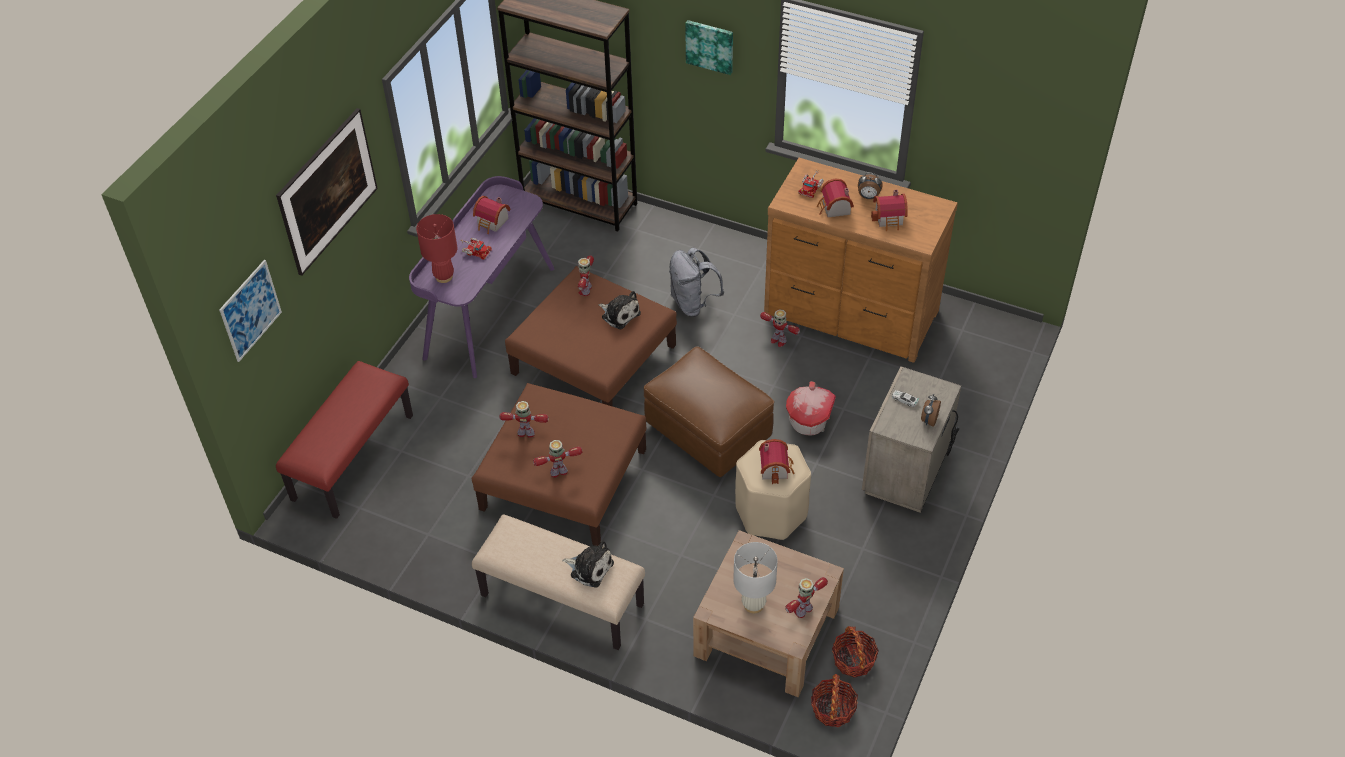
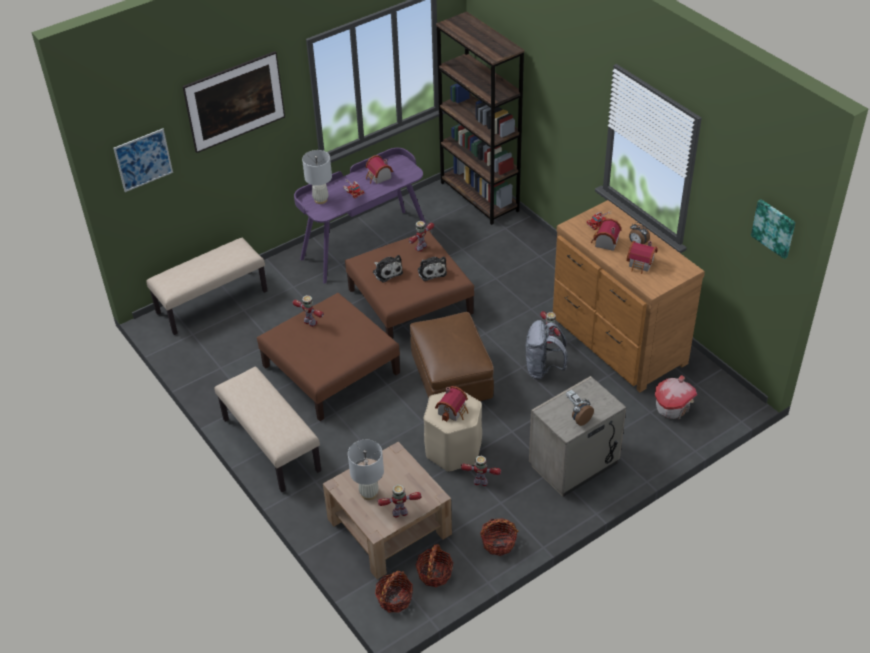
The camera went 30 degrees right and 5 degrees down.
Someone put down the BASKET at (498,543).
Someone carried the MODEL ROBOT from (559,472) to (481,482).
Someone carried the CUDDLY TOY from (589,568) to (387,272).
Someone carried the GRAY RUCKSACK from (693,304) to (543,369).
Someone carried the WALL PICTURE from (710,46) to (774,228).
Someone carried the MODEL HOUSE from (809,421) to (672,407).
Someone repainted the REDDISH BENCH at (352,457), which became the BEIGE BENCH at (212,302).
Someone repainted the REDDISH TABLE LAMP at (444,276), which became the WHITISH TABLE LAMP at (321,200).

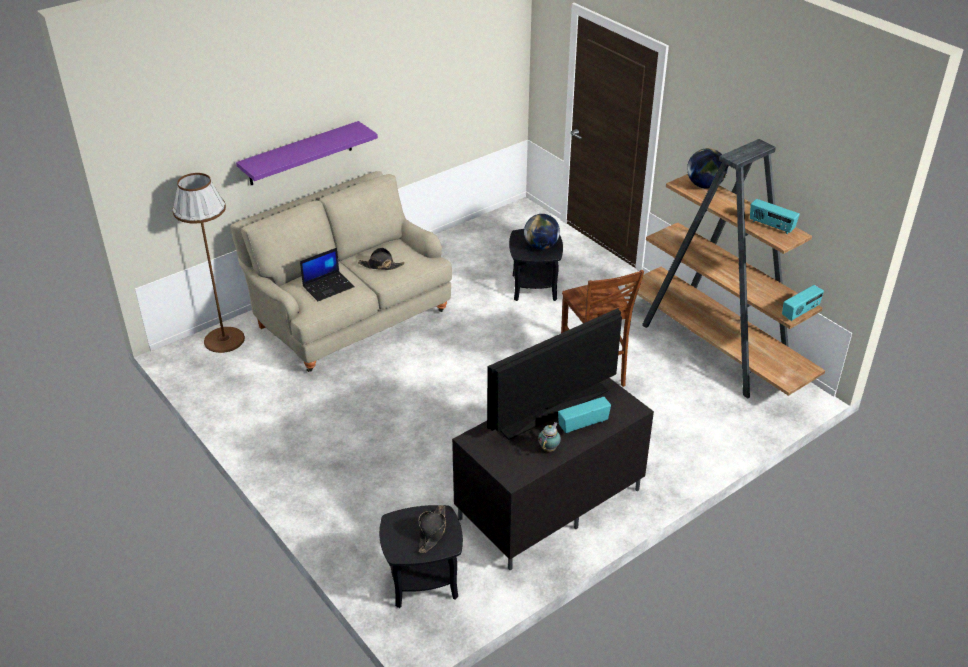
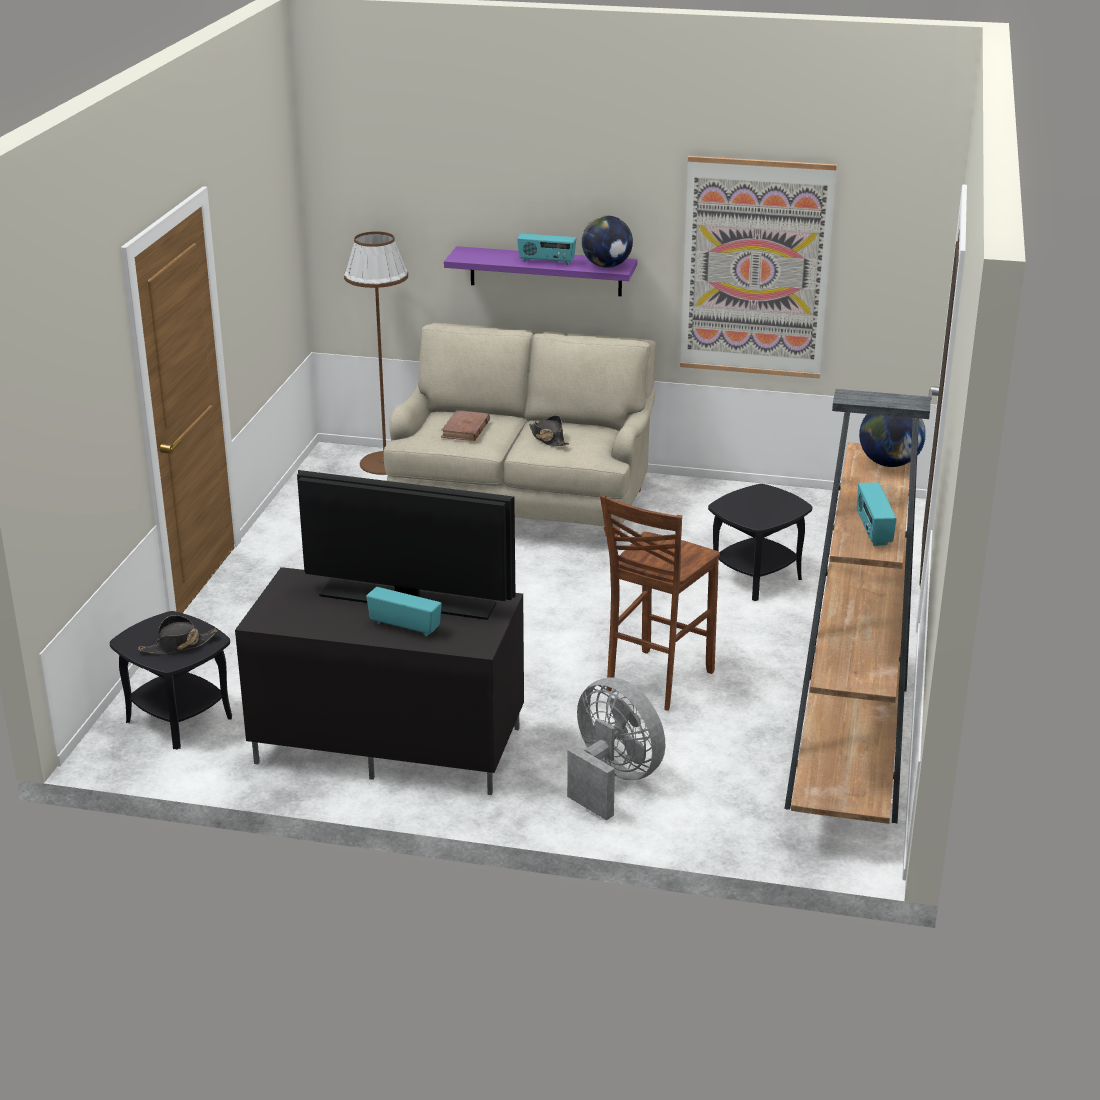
The camera went 50 degrees right and 10 degrees down.
Someone took away the TEA POT at (549,448).
Someone put down the GRAY FAN at (612,780).
Someone put up the WALL PICTURE at (755,268).
Someone carried the WORLD GLOBE from (541,246) to (607,266).
Someone carried the RADIO RECEIVER from (800,312) to (546,262).
Someone swapped the LAPTOP at (328,286) for the BROWN BOUND BOOK at (465,429).

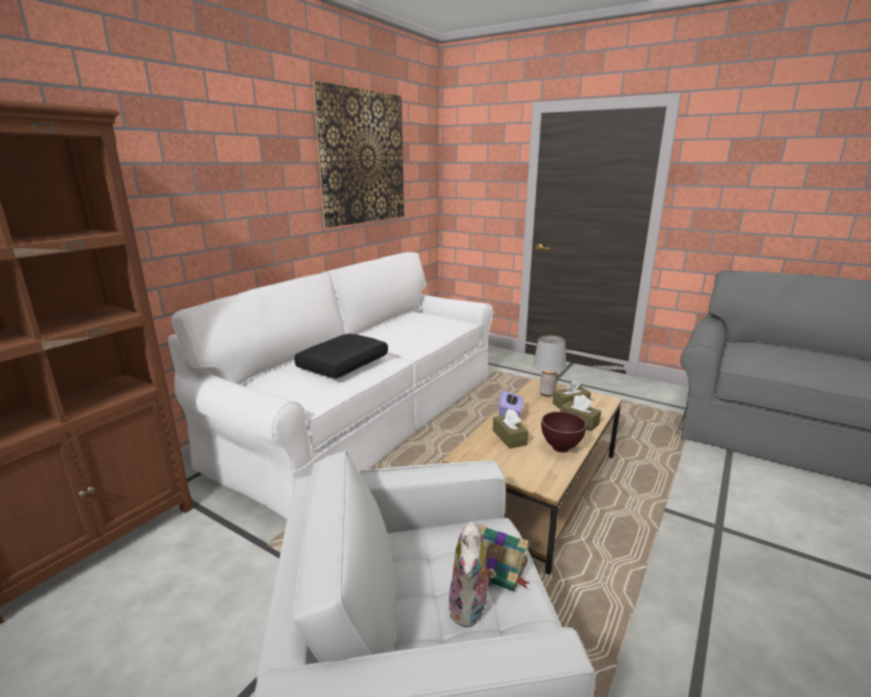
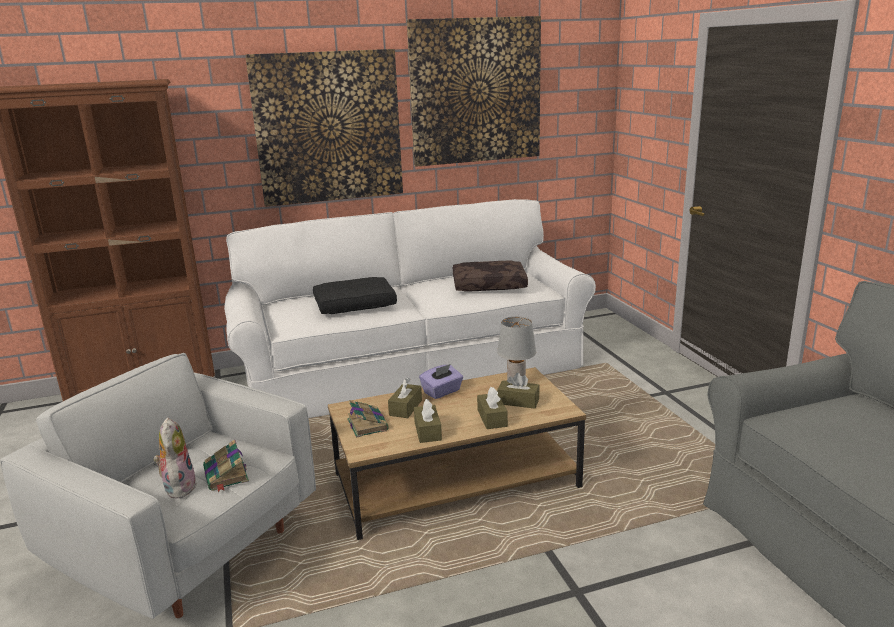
The camera went 40 degrees right and 0 degrees up.
Someone put up the WALL PICTURE at (328,127).
Someone put down the BOUND BOOK at (367,424).
Someone put down the BROWN THROW PILLOW at (489,285).
Someone swapped the BROWN BOWL at (559,449) for the BROWN TISSUE HOLDER at (427,431).
Someone rotated the CUDDLY TOY at (470,609) by 120 degrees clockwise.

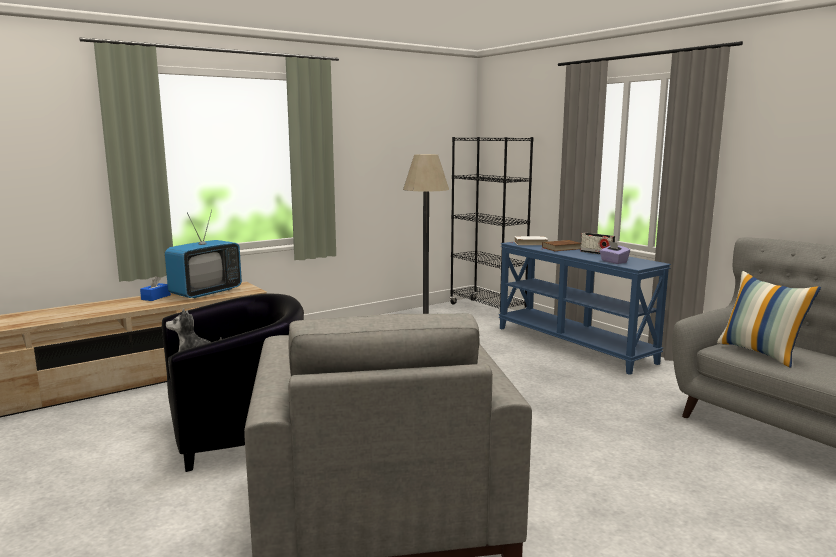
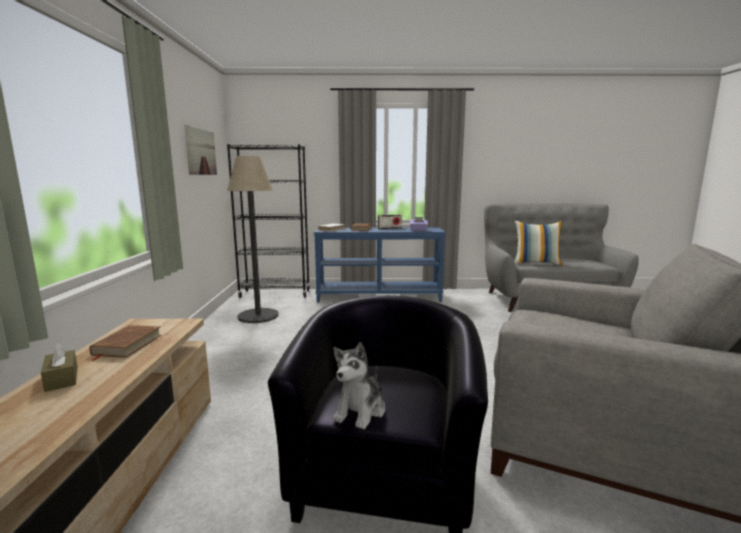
The camera went 55 degrees left and 0 degrees up.
Someone put up the WALL PICTURE at (201,152).
Someone swapped the TELEVISION at (206,293) for the BROWN BOUND BOOK at (127,345).
Someone repainted the BLUISH TISSUE HOLDER at (156,297), which became the BROWN TISSUE HOLDER at (62,378).

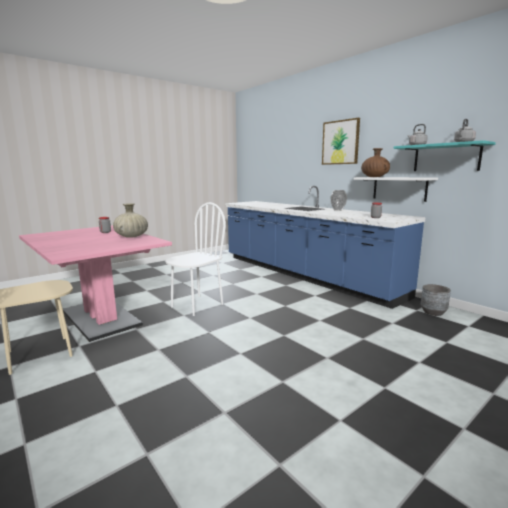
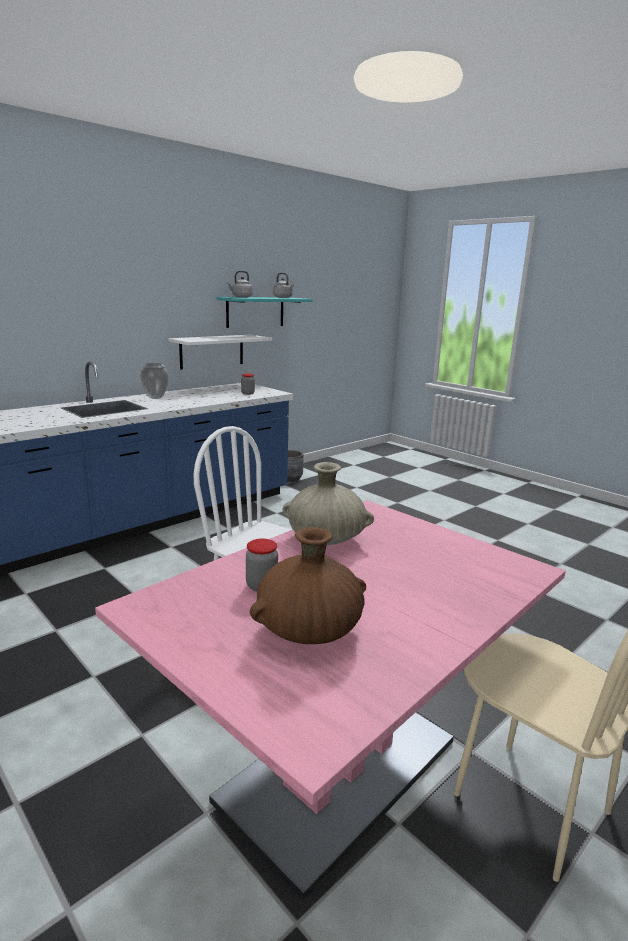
The camera went 95 degrees left and 5 degrees up.
Someone took away the WALL PICTURE at (340,142).
Someone carried the BROWN VASE from (374,177) to (308,630).

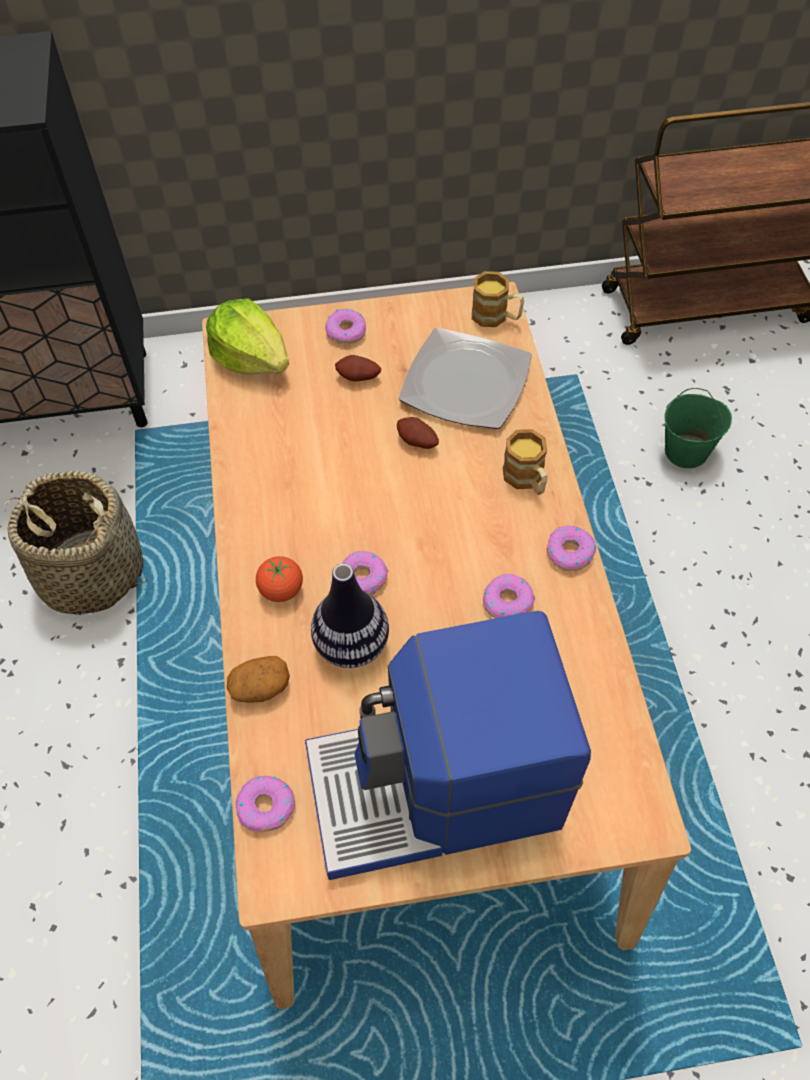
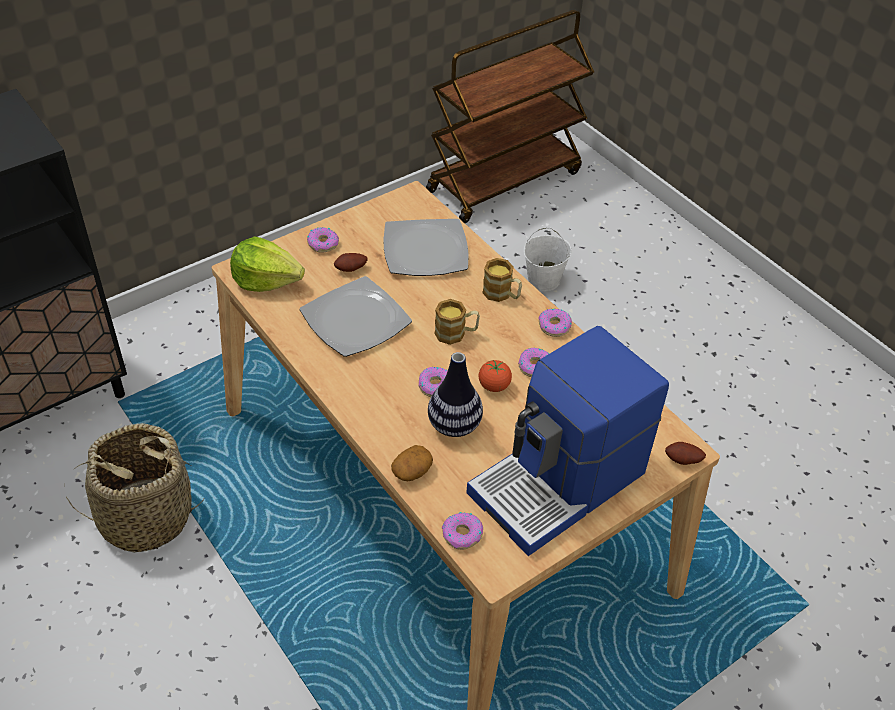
The camera went 30 degrees left and 10 degrees down.
Someone put down the PLATE at (356,319).
Someone carried the WHOLE TOMATO from (281,589) to (494,386).
Someone carried the SPUD from (416,442) to (683,461).
Someone carried the TEA MUG from (496,317) to (456,333).
Someone repainted the GREEN BUCKET at (686,451), which became the WHITISH BUCKET at (544,280).

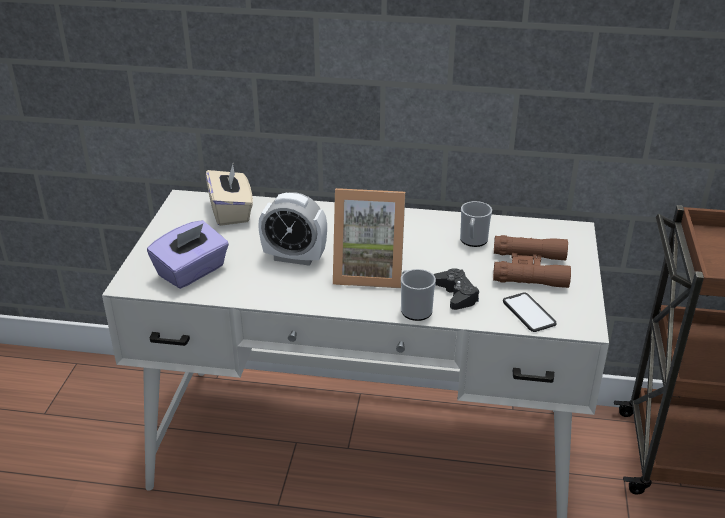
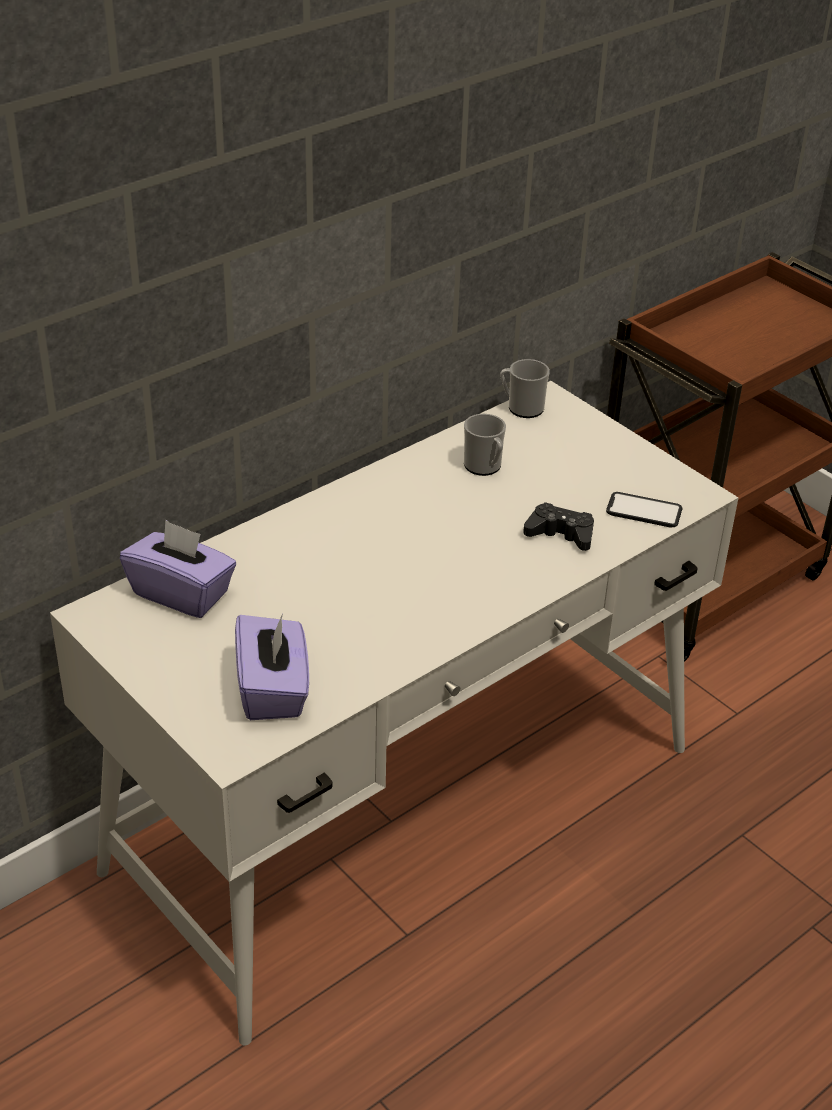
The camera went 50 degrees left and 5 degrees up.
Someone took away the TABLE CLOCK at (294,257).
Someone took away the STANDING FRAME at (368,271).
Someone took away the BROWN BINOCULARS at (529,269).
Someone carried the TEA MUG from (414,309) to (521,408).
Someone repainted the BEIGE TISSUE HOLDER at (231,212), which became the PURPLE-COLOURED TISSUE HOLDER at (182,593).

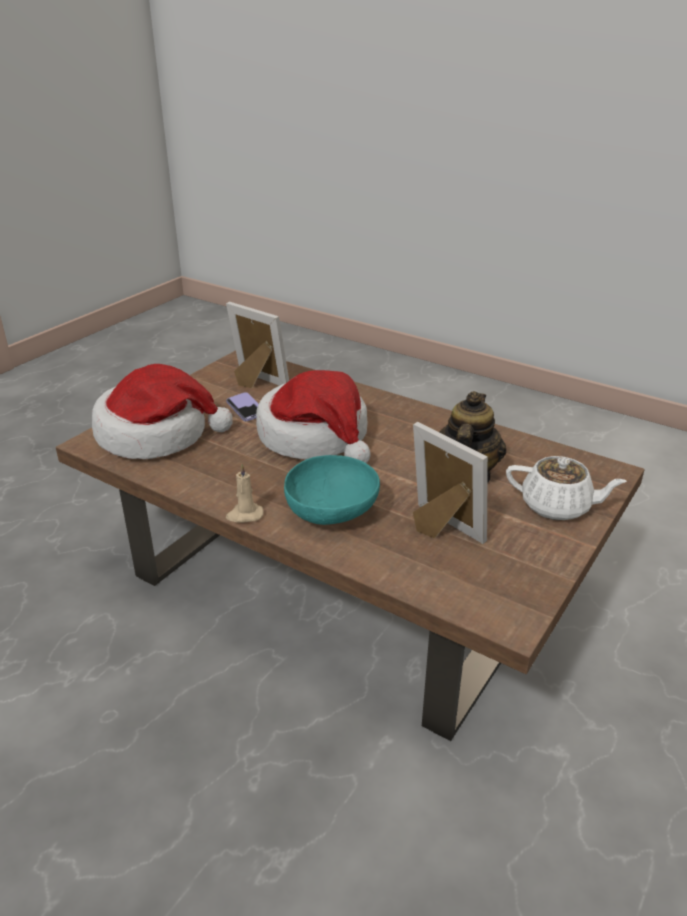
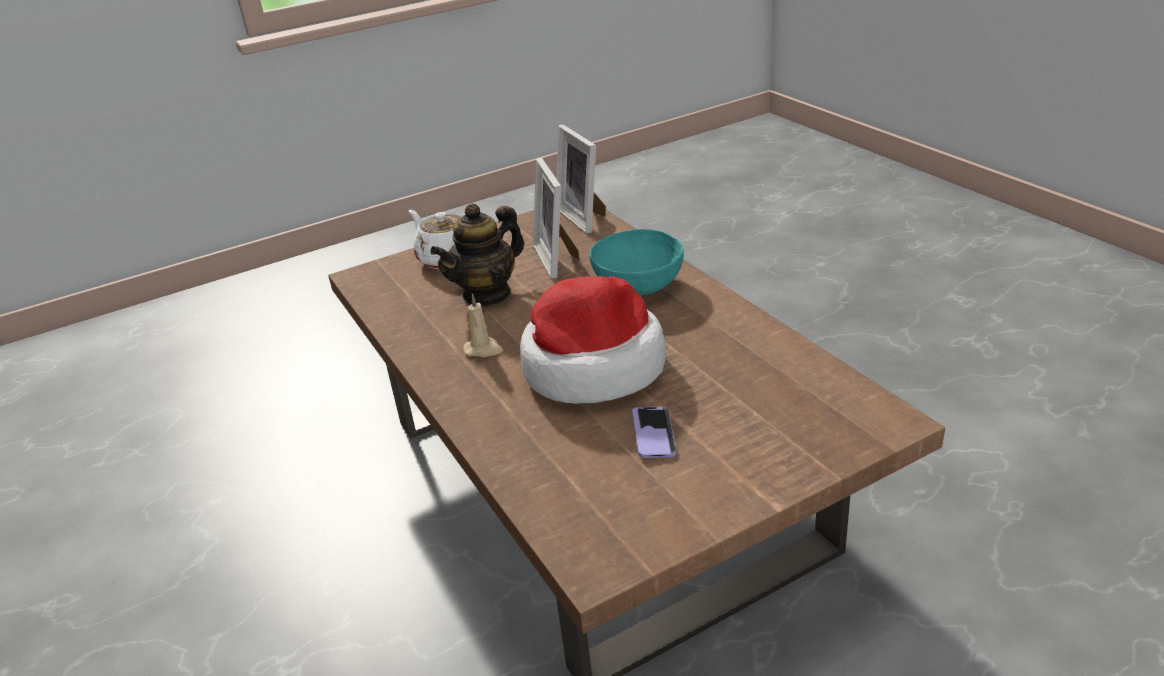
The camera went 150 degrees left and 0 degrees up.
Someone took away the WEARABLE HAT at (156,434).
Someone carried the STANDING FRAME from (256,383) to (585,217).
Someone carried the BEIGE WAX CANDLE from (244,515) to (484,350).

